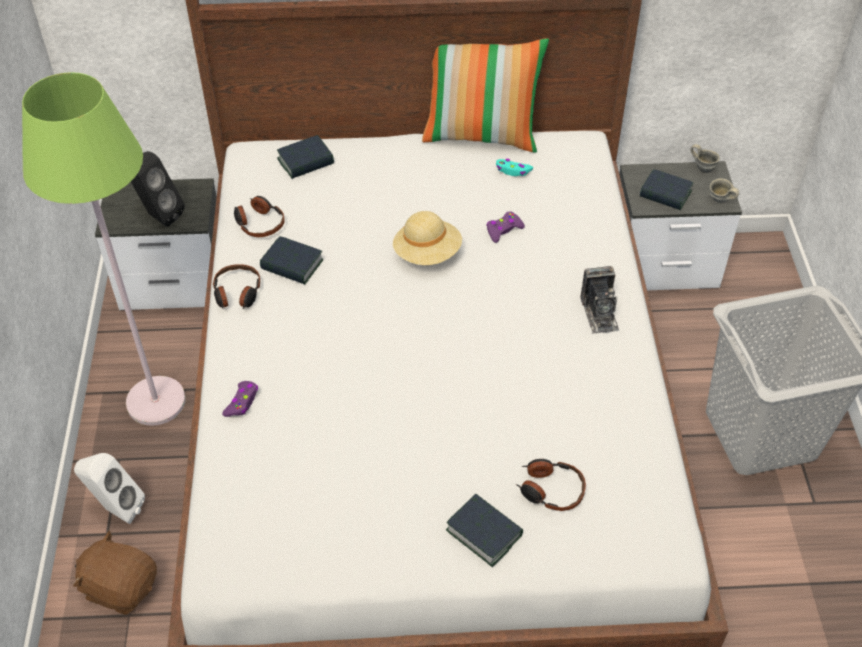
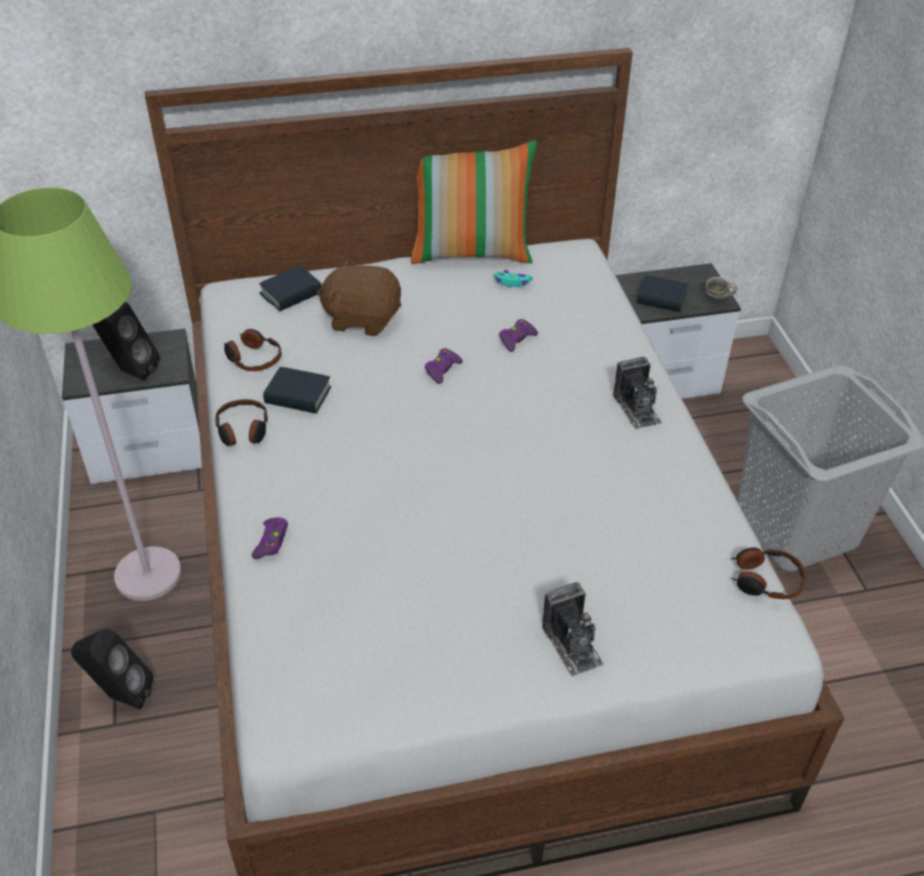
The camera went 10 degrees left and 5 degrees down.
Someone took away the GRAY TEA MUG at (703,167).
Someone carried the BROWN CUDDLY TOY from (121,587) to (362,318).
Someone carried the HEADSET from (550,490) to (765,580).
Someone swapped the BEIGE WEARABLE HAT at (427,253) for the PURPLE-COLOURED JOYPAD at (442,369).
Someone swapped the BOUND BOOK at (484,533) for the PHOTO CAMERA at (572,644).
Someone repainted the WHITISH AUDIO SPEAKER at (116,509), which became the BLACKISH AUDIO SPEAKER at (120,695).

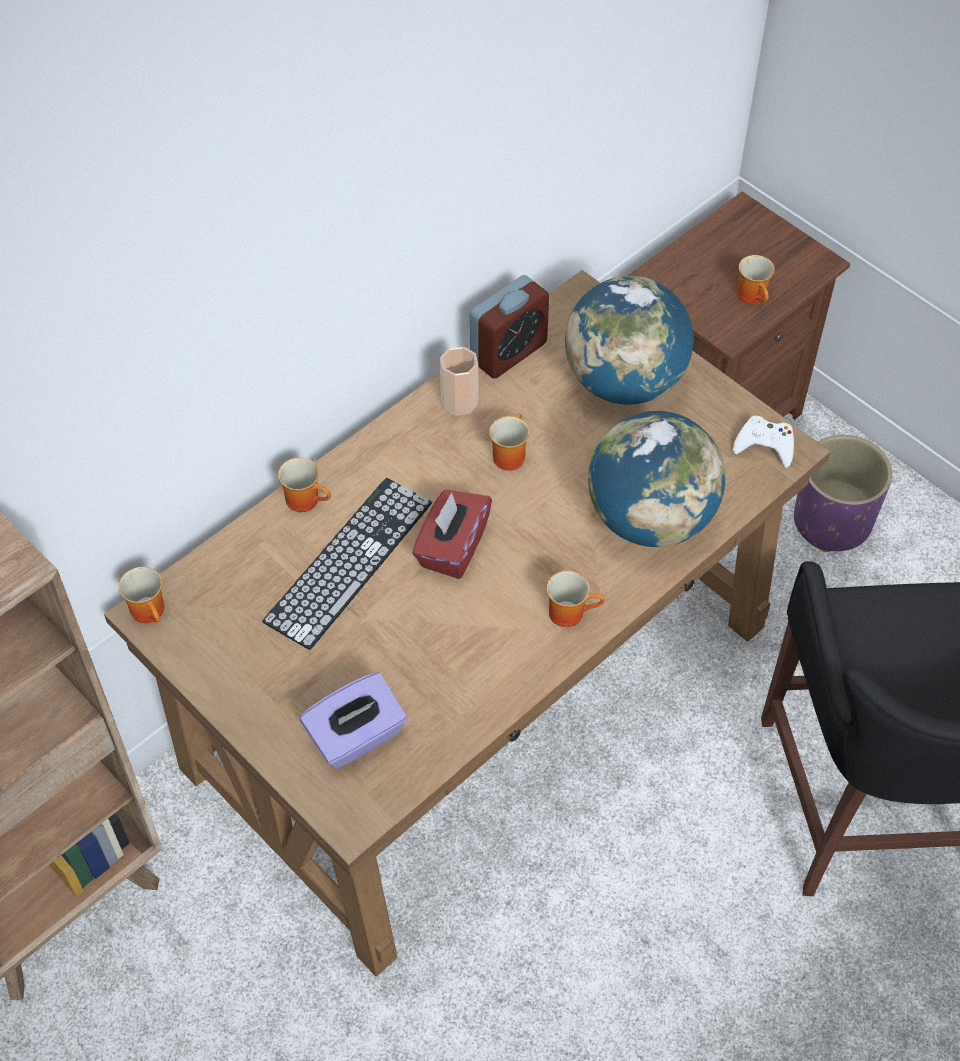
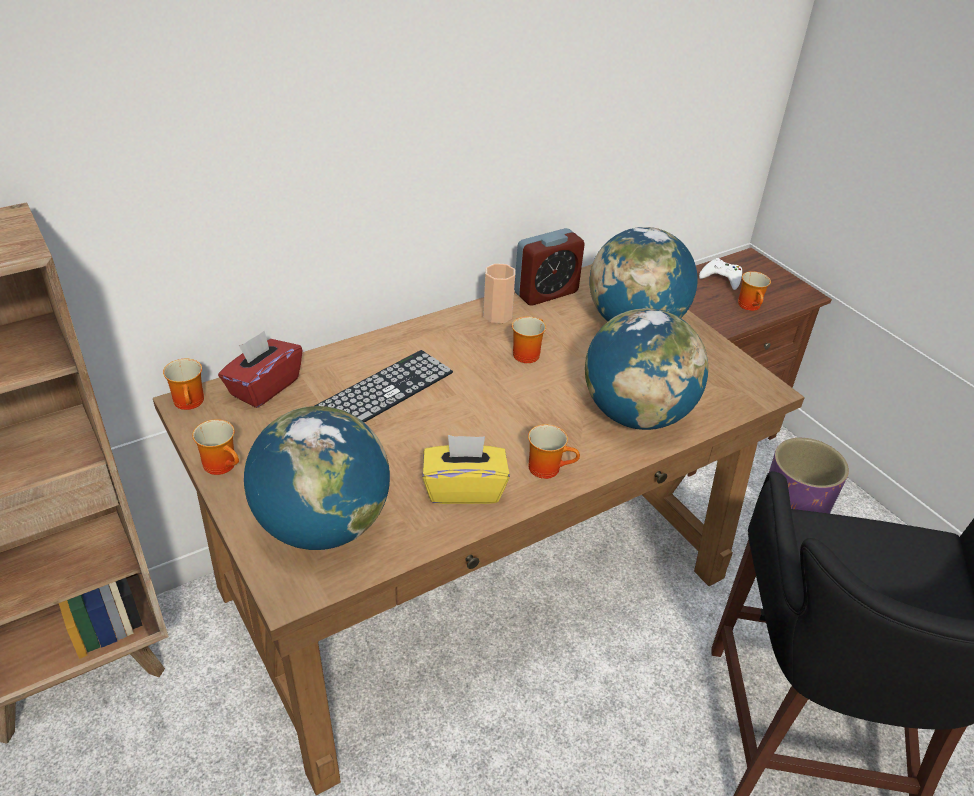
The camera went 10 degrees right and 15 degrees down.
Someone put down the YELLOWISH TISSUE HOLDER at (464,489).
Someone carried the TEA MUG from (307,499) to (224,464).
Someone carried the REDDISH TISSUE HOLDER from (452,548) to (264,387).
Someone carried the WHITISH JOYPAD from (765,445) to (721,278).
Someone swapped the PURPLE-COLOURED TISSUE HOLDER at (356,737) for the WORLD GLOBE at (322,526).

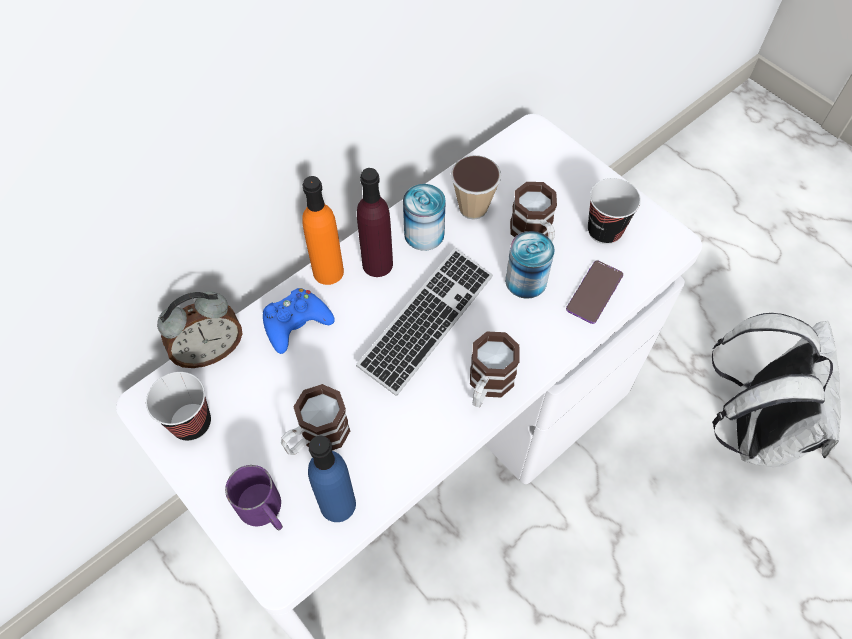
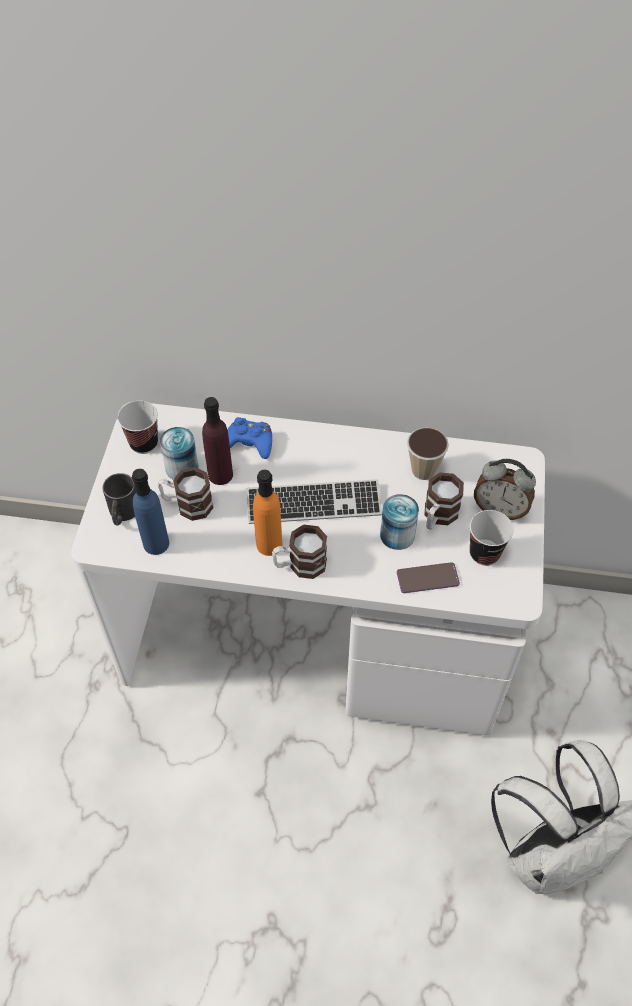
The camera went 50 degrees right and 5 degrees down.
Someone carried the TABLE CLOCK from (210,351) to (500,509).
Someone carried the ORANGE DRINK BOTTLE from (328,271) to (269,544).
Someone carried the PURPLE-COLOURED DRINK BOTTLE from (377,264) to (220,475).
Someone carried the METAL CAN from (424,234) to (182,467).
Someone repainted the PURPLE-COLOURED TEA MUG at (265,511), which became the BLACKISH TEA MUG at (123,513).

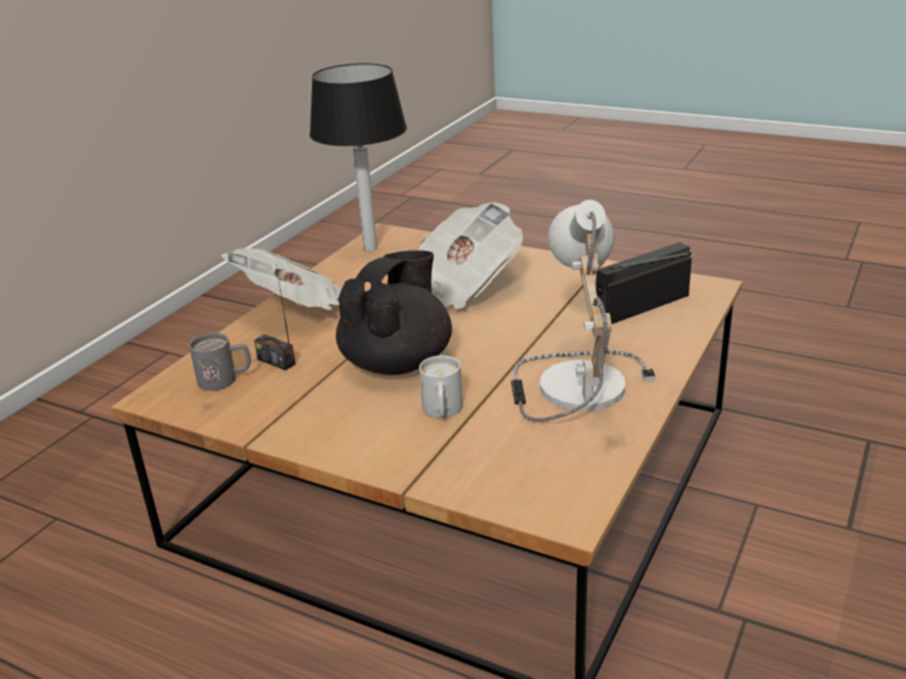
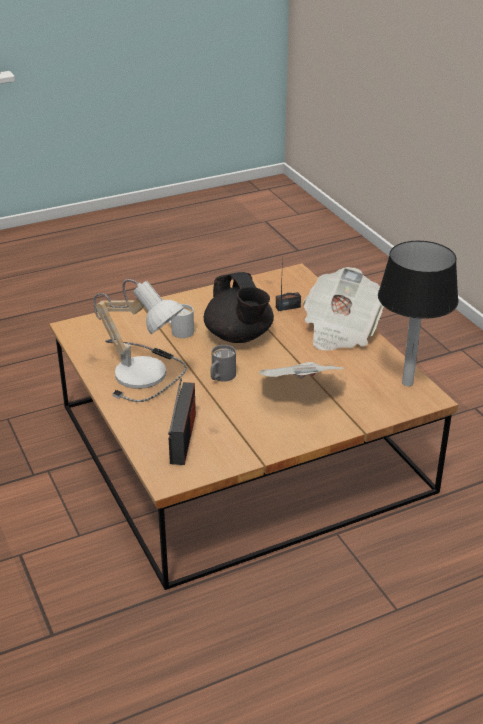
The camera went 125 degrees right and 5 degrees up.
Someone carried the GRAY TEA MUG from (226,379) to (221,377).

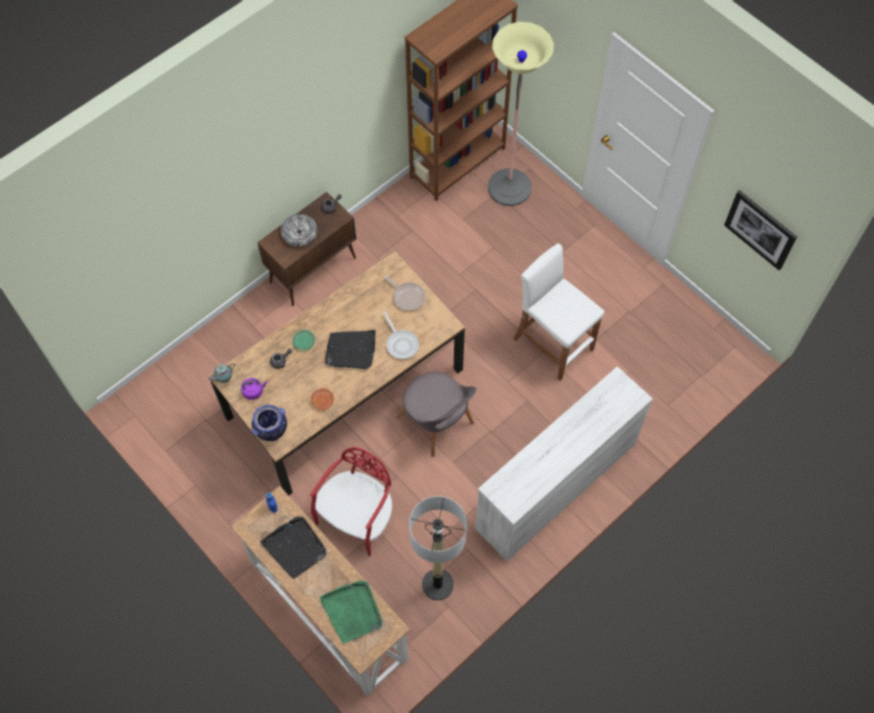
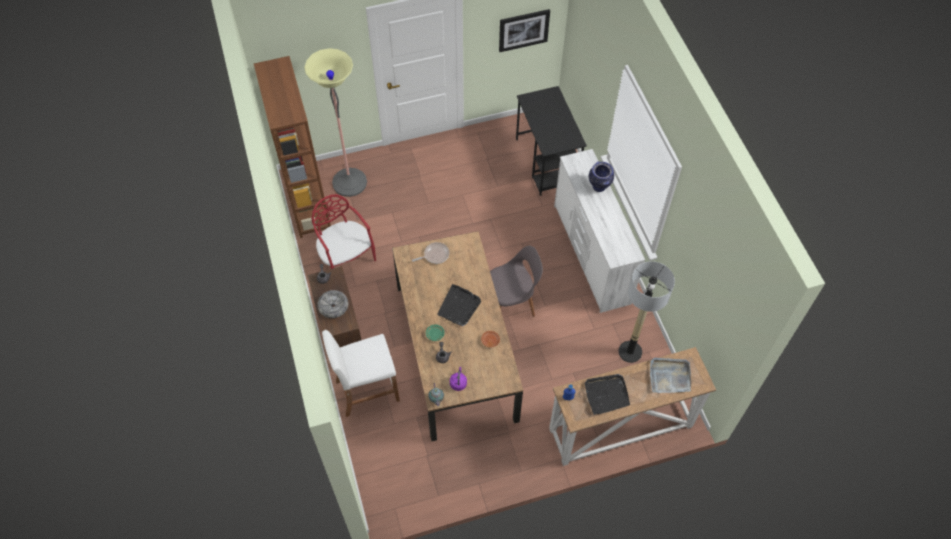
The camera went 65 degrees left and 5 degrees down.
Someone took away the SKILLET at (401,343).
Someone put down the BLACKISH DESK TABLE at (546,162).
Someone carried the VASE from (272,434) to (599,187).
Someone carried the REDDISH CHAIR from (357,517) to (346,257).
Someone carried the WHITISH SITTING STOOL from (553,344) to (367,390).
Someone repainted the GREEN SERVING TRAY at (352,611), which became the GRAY SERVING TRAY at (669,376).

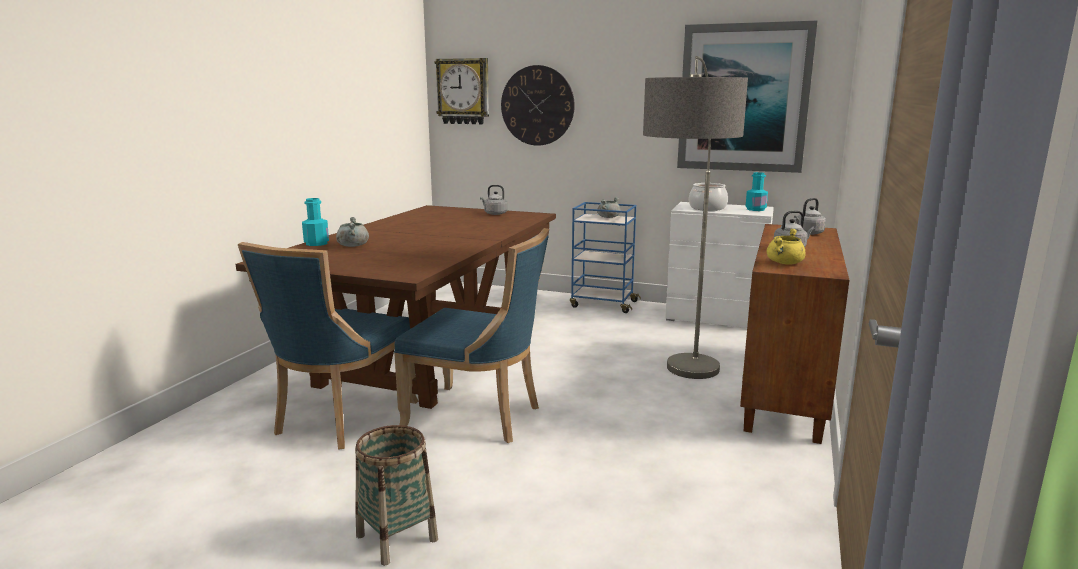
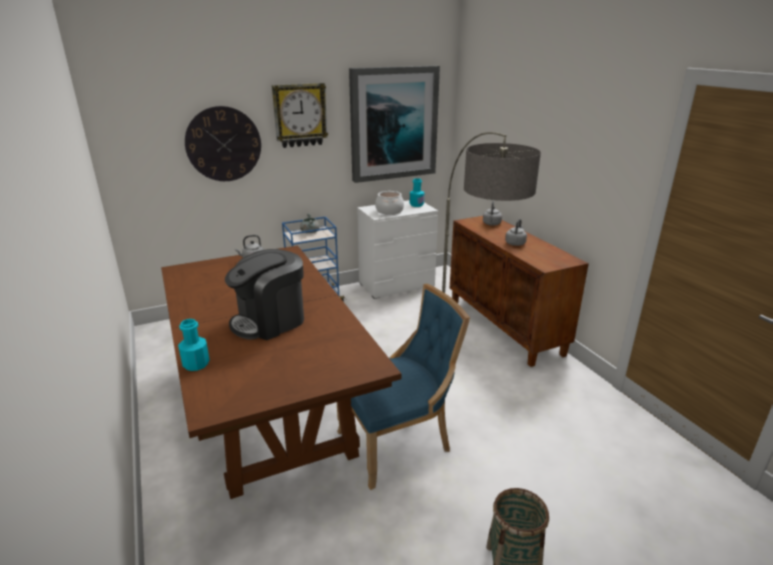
The camera went 45 degrees left and 10 degrees up.
Someone took away the BLUISH CHAIR at (340,419).
Someone took away the GRAY COOKING POT at (352,245).
Someone took away the YELLOWISH COOKING POT at (785,263).
Someone put down the COFFEE MAKER at (270,321).
Someone carried the HANGING CLOCK from (463,91) to (300,115).

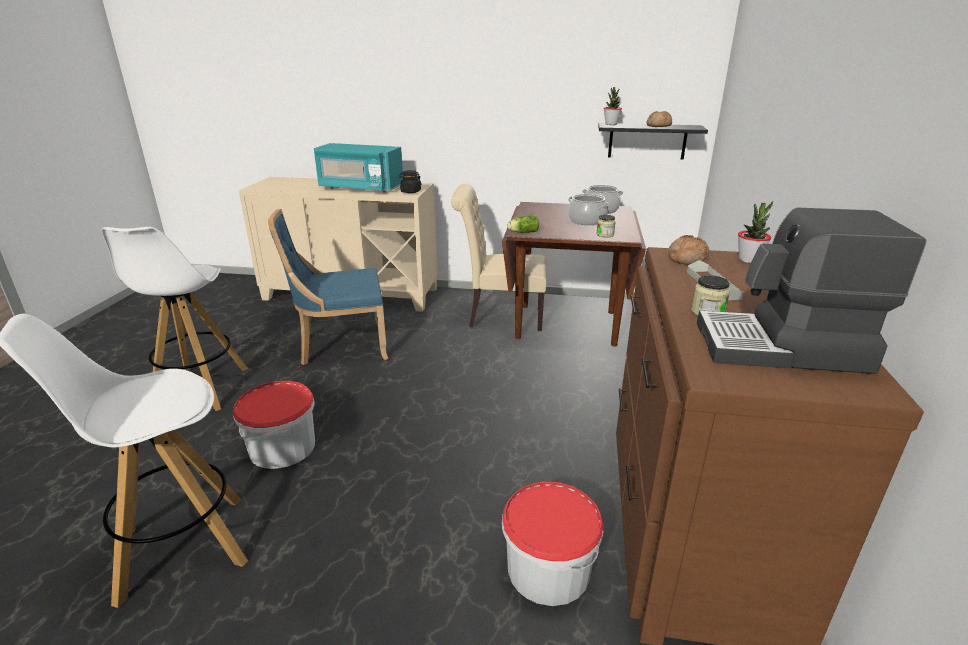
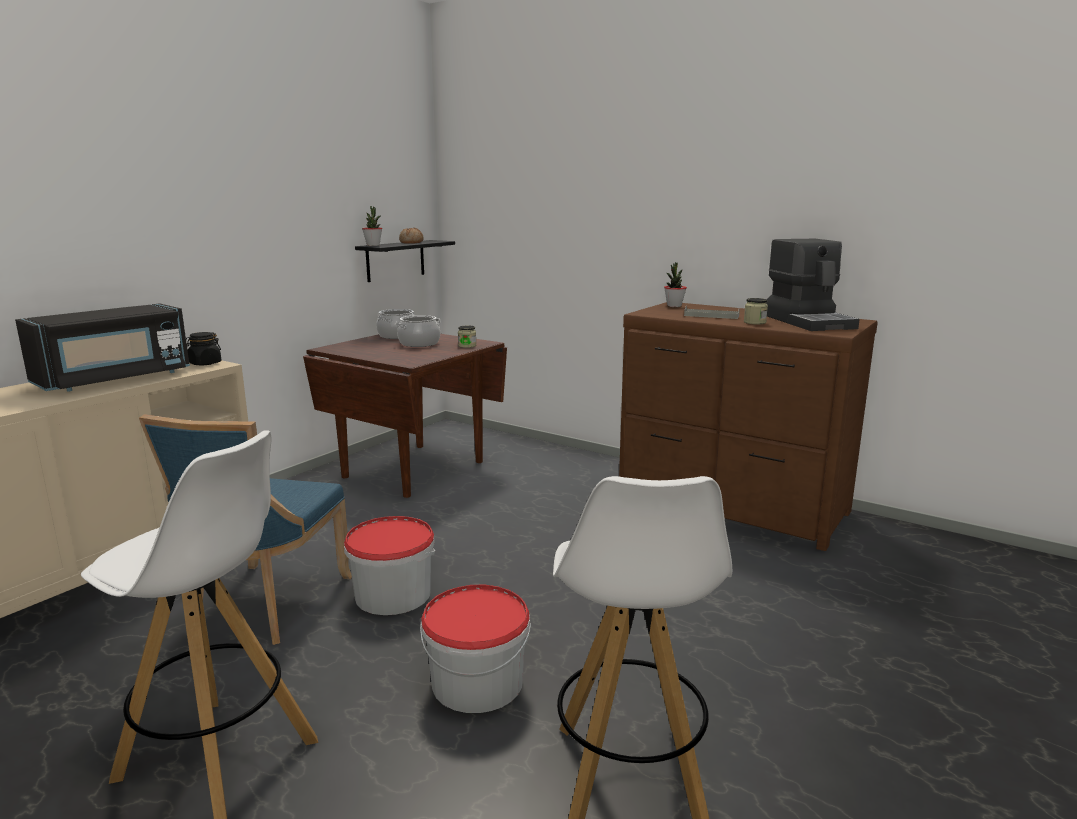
The camera went 65 degrees left and 10 degrees down.
Someone took away the BEIGE CHAIR at (500,317).
Someone took away the LETTUCE at (522,232).
Someone took away the BAKERY BREAD at (686,258).
Someone carried the BUCKET from (548,569) to (393,594).
Someone repainted the BLUE-GREEN KITCHEN MICROWAVE at (360,188), which became the BLACKISH KITCHEN MICROWAVE at (114,379).
Someone rotated the COFFEE MAKER at (782,348) by 45 degrees counterclockwise.

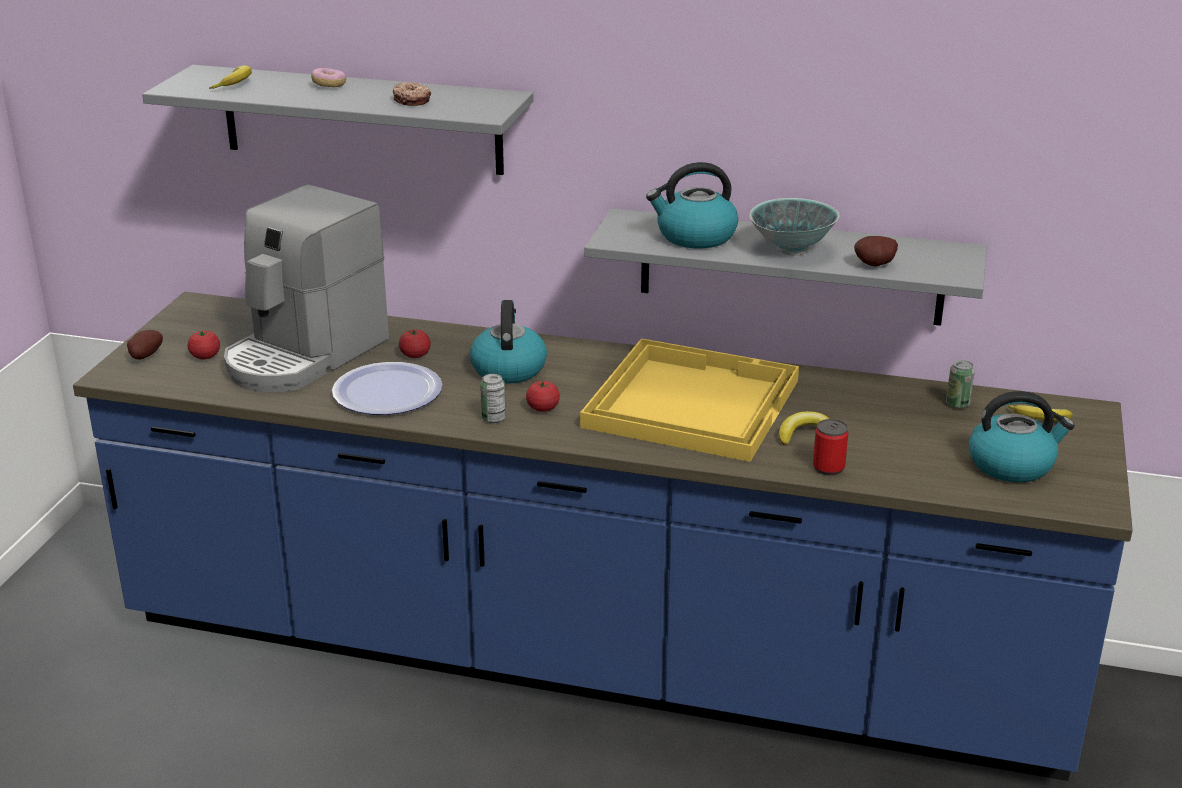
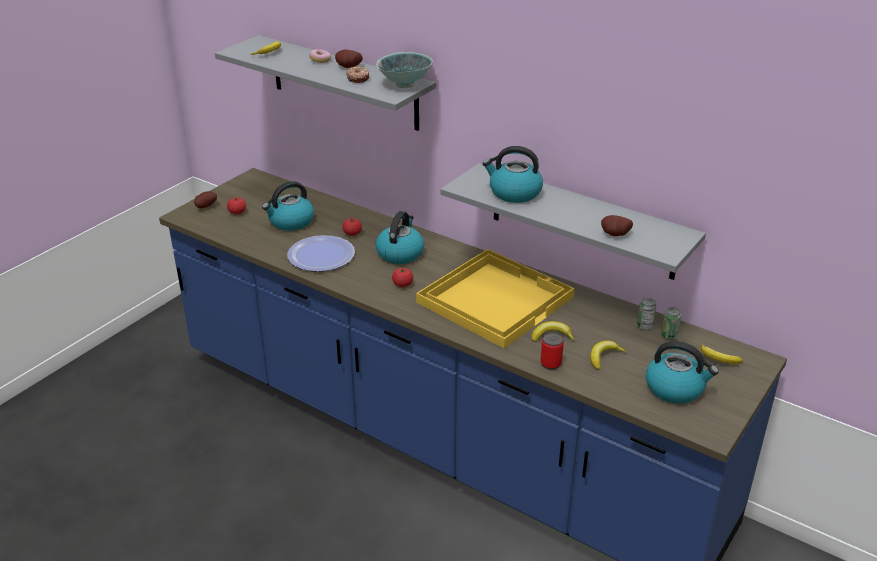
The camera went 20 degrees right and 5 degrees up.
Someone put down the SPUD at (348,67).
Someone put down the WHOLE BANANA at (604,357).
Someone carried the METAL CAN from (493,418) to (644,326).
Someone carried the BOWL from (792,249) to (405,84).
Someone swapped the COFFEE MAKER at (304,355) for the TEA KETTLE at (290,222).

